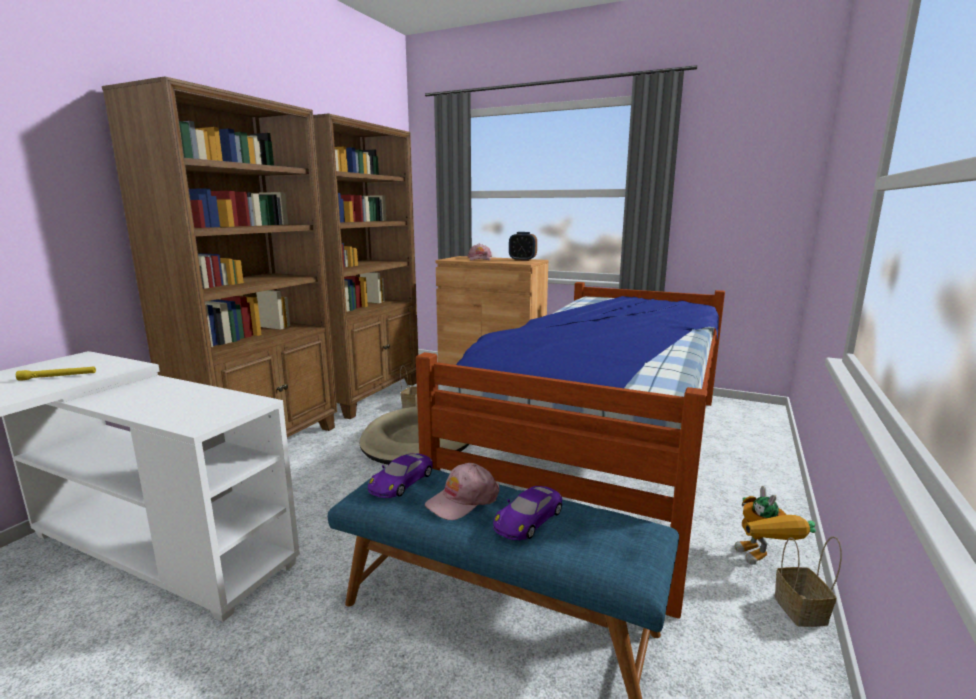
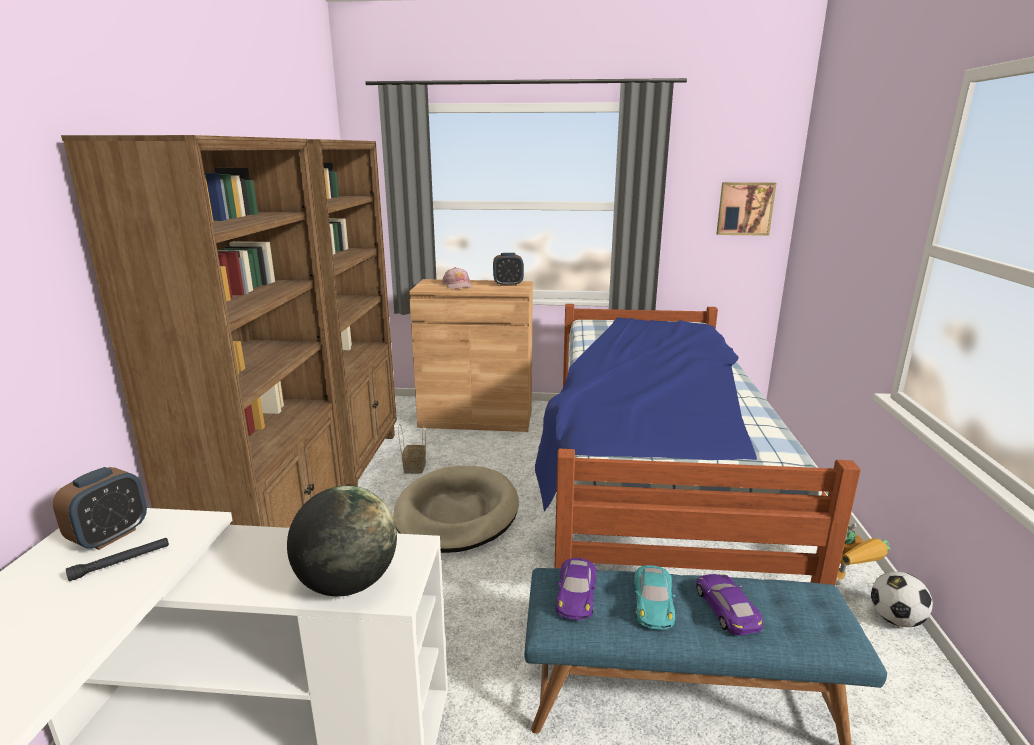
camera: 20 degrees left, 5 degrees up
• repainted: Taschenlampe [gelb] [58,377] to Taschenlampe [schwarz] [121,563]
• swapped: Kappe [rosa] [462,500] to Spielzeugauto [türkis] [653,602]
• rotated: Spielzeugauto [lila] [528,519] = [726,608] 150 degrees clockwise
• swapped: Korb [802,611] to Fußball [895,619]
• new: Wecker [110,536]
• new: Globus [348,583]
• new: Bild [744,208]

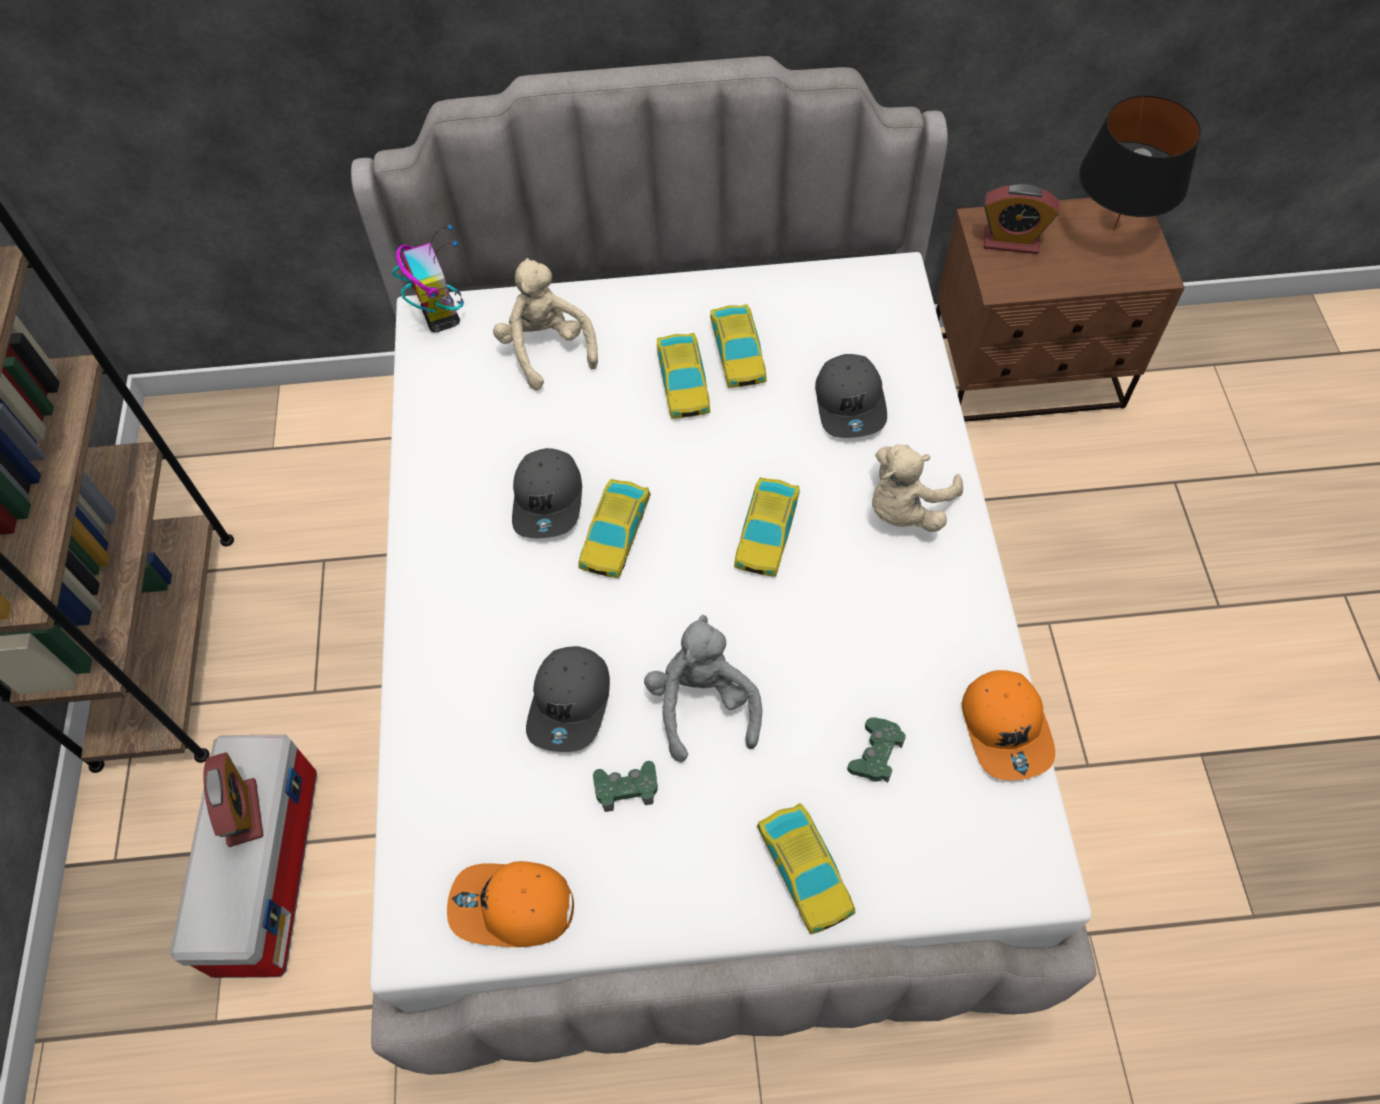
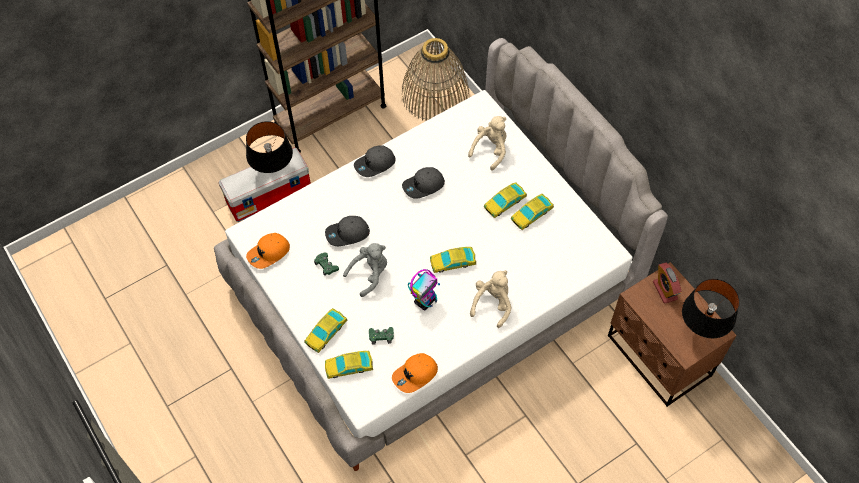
camera: 60 degrees right, 0 degrees up
• swapped: Wecker [242,813] to Tischlampe [schwarz] [273,171]
• shifted: Spielzeugroboter [441,317] to [425,301]
• rotated: Kappe [orange] [511,907] = [269,253] 105 degrees counterclockwise
• shifted: Spielzeugauto [615,533] to [349,366]
• shifted: Kappe [grau] [851,404] to [375,164]
• rotated: Plüschtier [beige] [905,507] = [492,304] 105 degrees clockwise
• new: Korb [435,95]

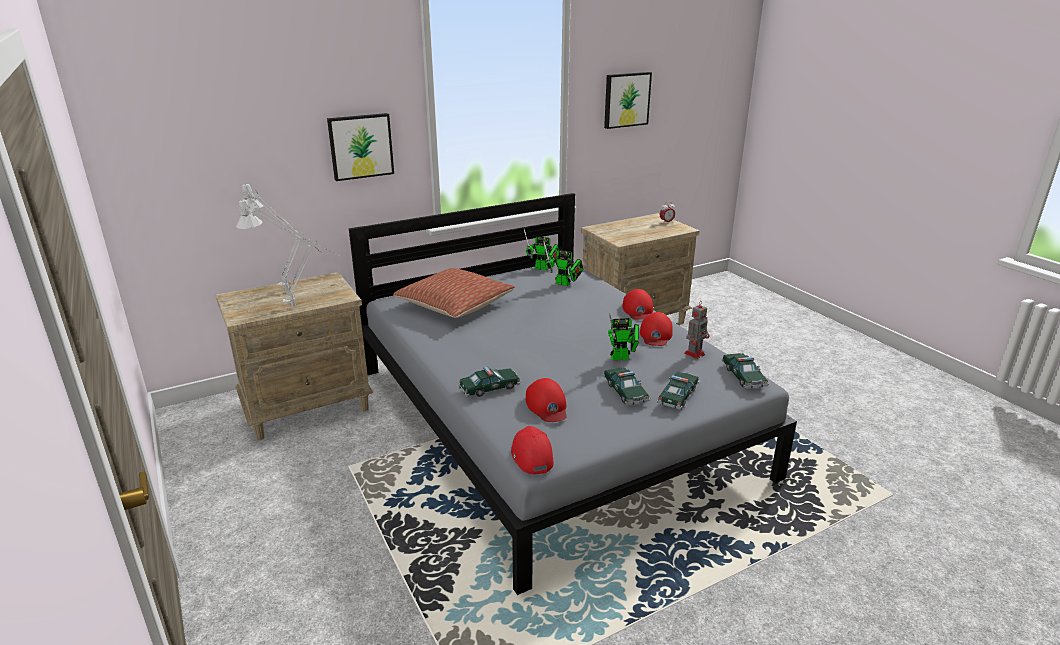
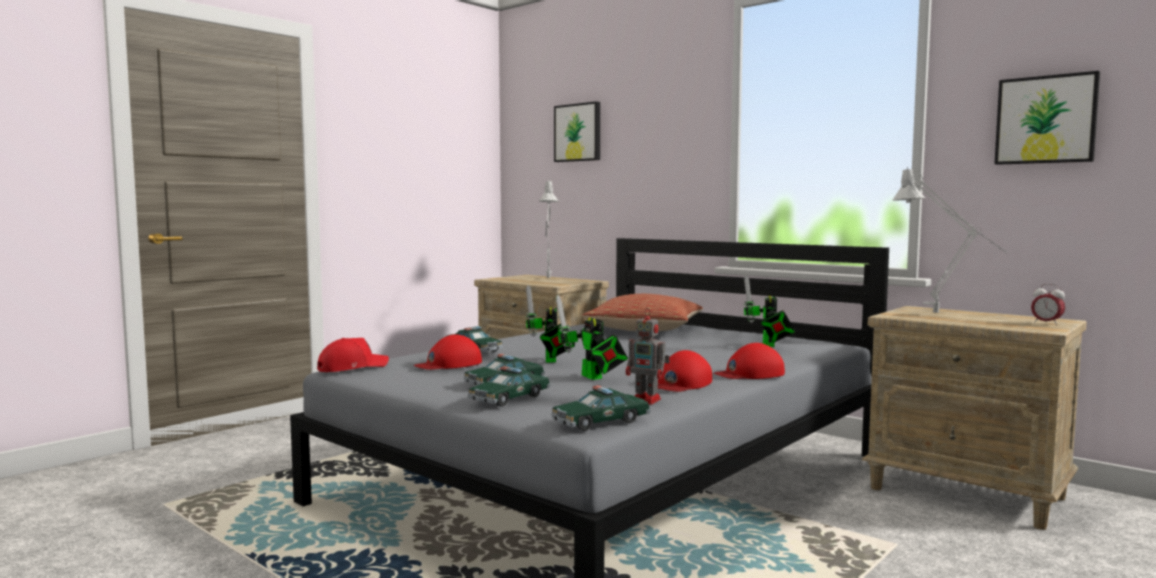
camera: 70 degrees right, 20 degrees down
• shifted: Tischlampe [grau] [300,306] to [943,316]
• shifted: Bild [360,146] to [578,132]
• shifted: Spielzeugroboter [543,268] to [550,361]
• rotated: Kappe [rot] [656,335] = [681,384] 45 degrees counterclockwise
• rotated: Spielzeugauto [678,396] = [510,398] 120 degrees clockwise

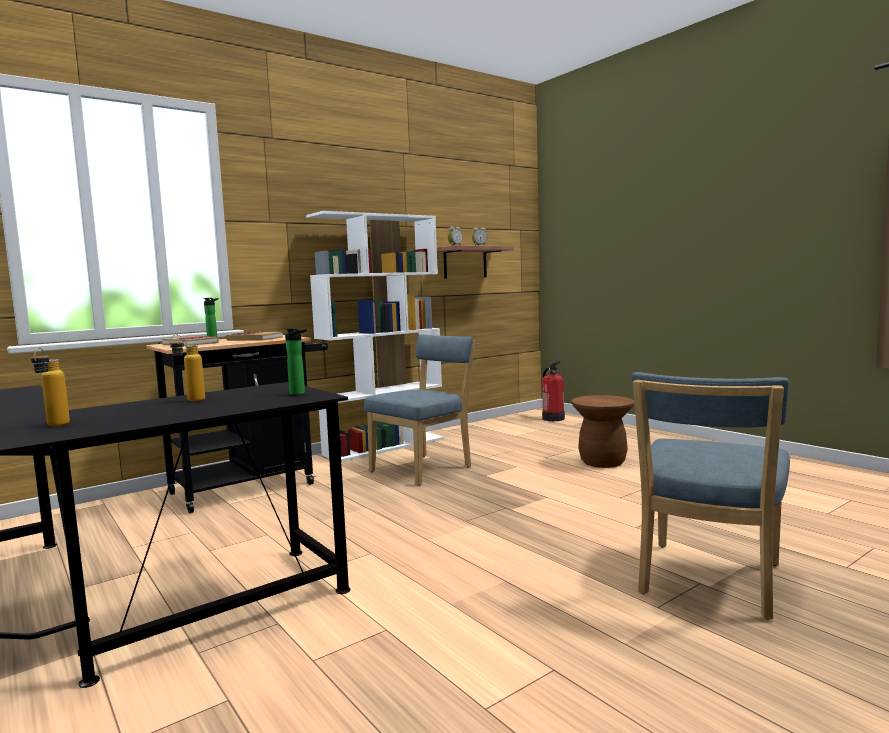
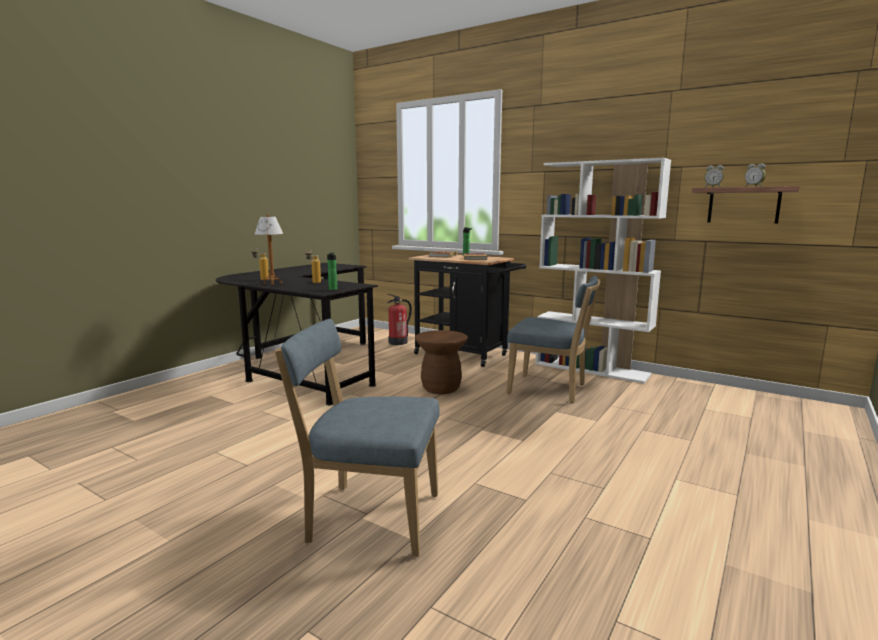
camera: 70 degrees right, 5 degrees up
• shifted: Feuerlöscher [553,418] to [398,342]
• shifted: Hocker [braun] [602,462] to [441,388]
• new: Tischlampe [272,283]

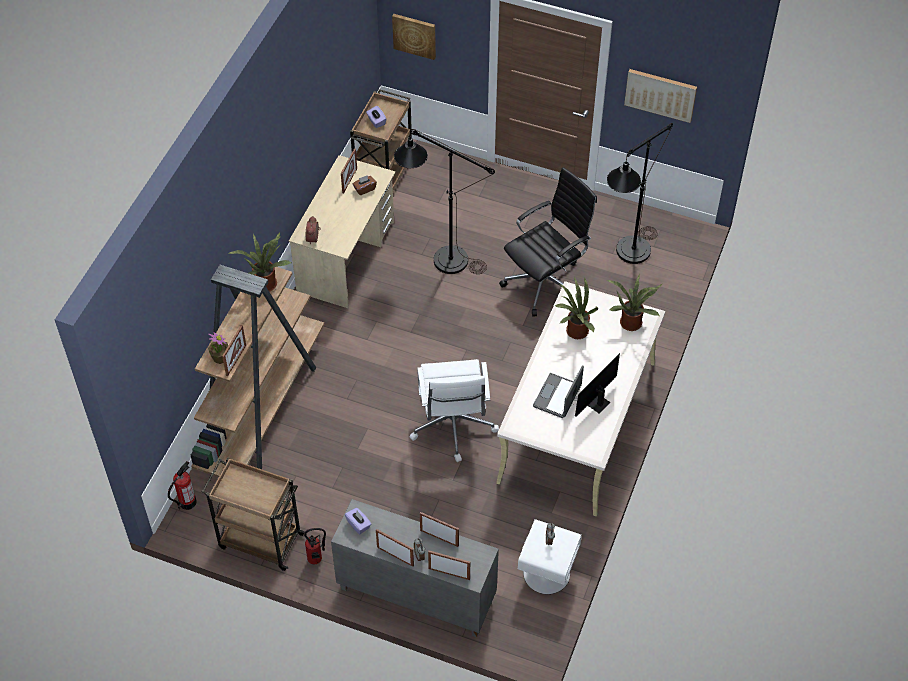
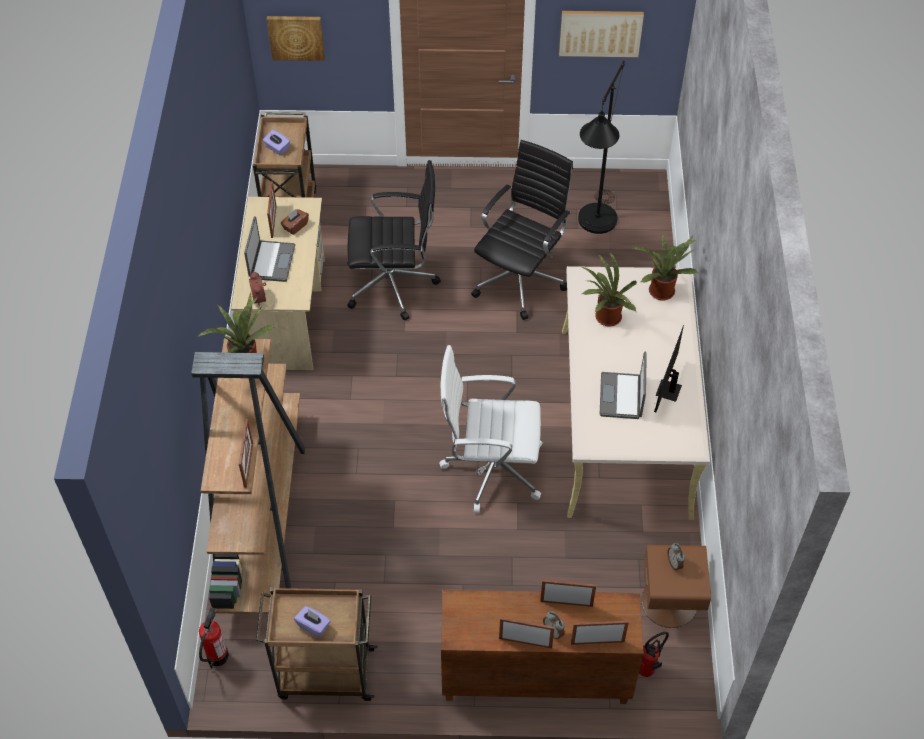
camera: 20 degrees left, 0 degrees up
• gone: Topfpflanze [220,357]
• shifted: Feuerlöscher [317,560] to [648,670]
• repainted: Schrank [grau] [415,595] to Schrank [braun] [534,677]
• shifted: Taschentuchbox [lila] [358,524] to [313,626]
• swapped: Stehlampe [schwarz] [441,258] to Bürostuhl [schwarz] [394,284]
• rotated: Bürostuhl [weiß] [453,426] = [490,468] 120 degrees clockwise
• repainted: Nachttisch [weiß] [547,573] to Nachttisch [braun] [670,602]
• new: Laptop [271,261]

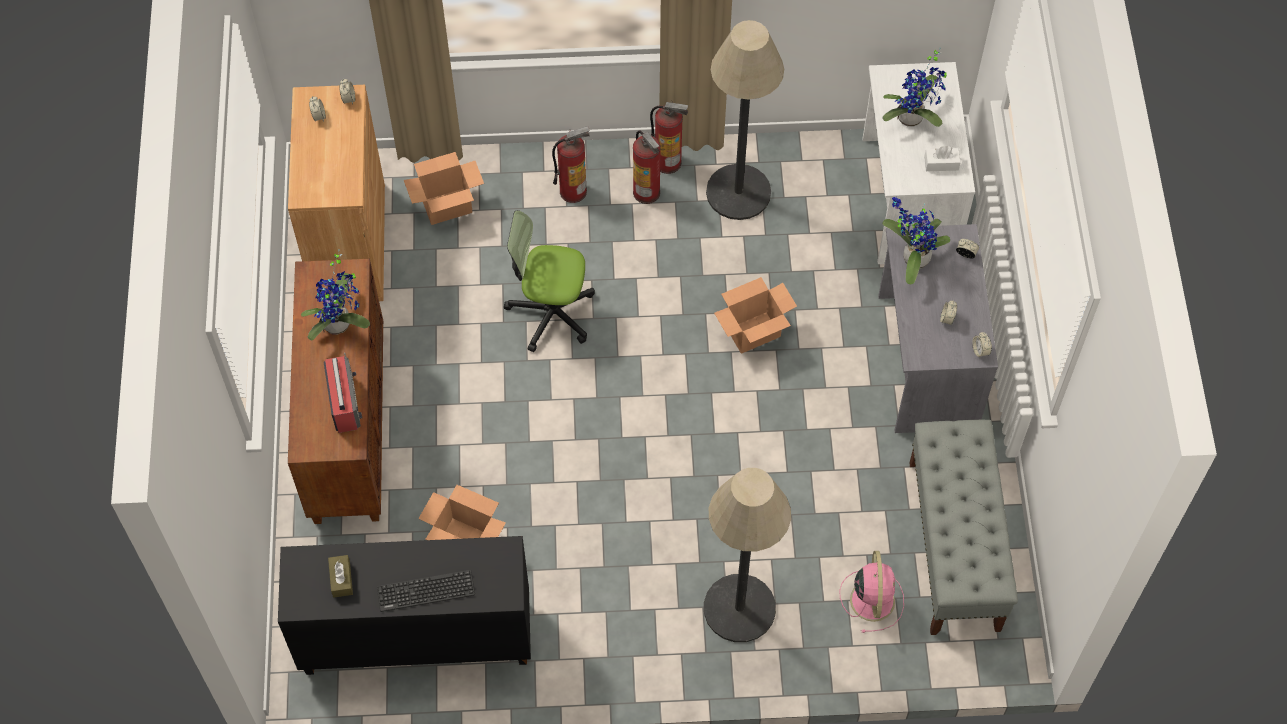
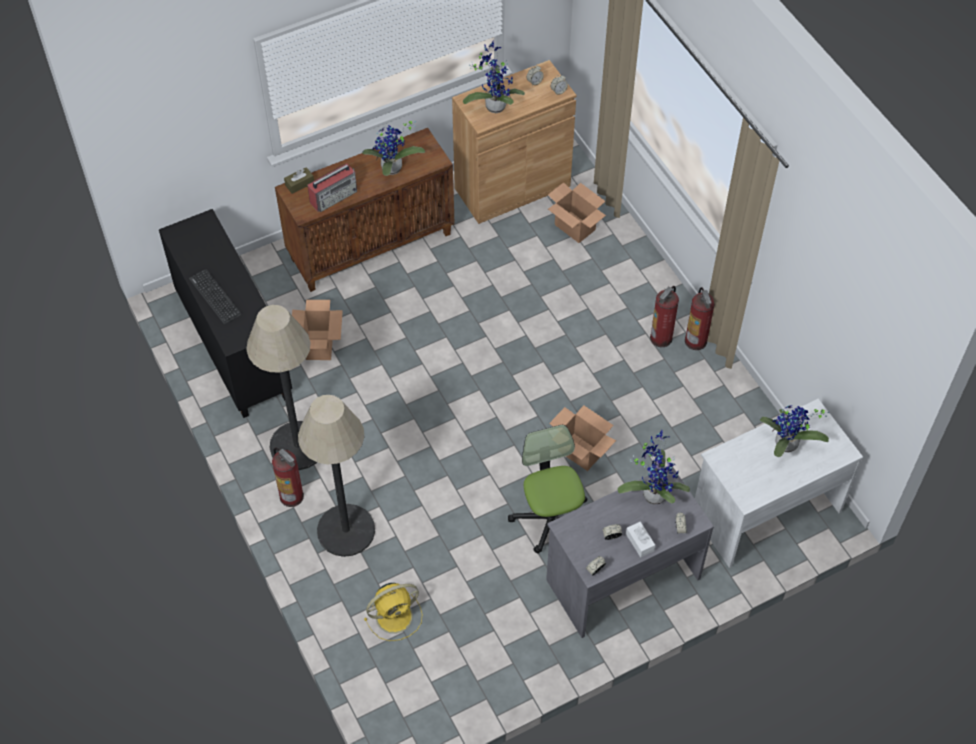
camera: 65 degrees right, 5 degrees down
• shifted: Taschentuchbox [braun] [341,579] to [299,184]
• shifted: Bürostuhl [551,313] to [550,518]
• shifted: Feuerlöscher [573,191] to [292,496]
• shifted: Stehlampe [738,192] to [297,446]
• repainted: Ventilator [rosa] [872,598] to Ventilator [gelb] [396,615]
• gone: Bank [grau] [954,546]
• shifted: Taschentuchbox [weiß] [941,163] to [639,542]
• new: Topfpflanze [494,105]

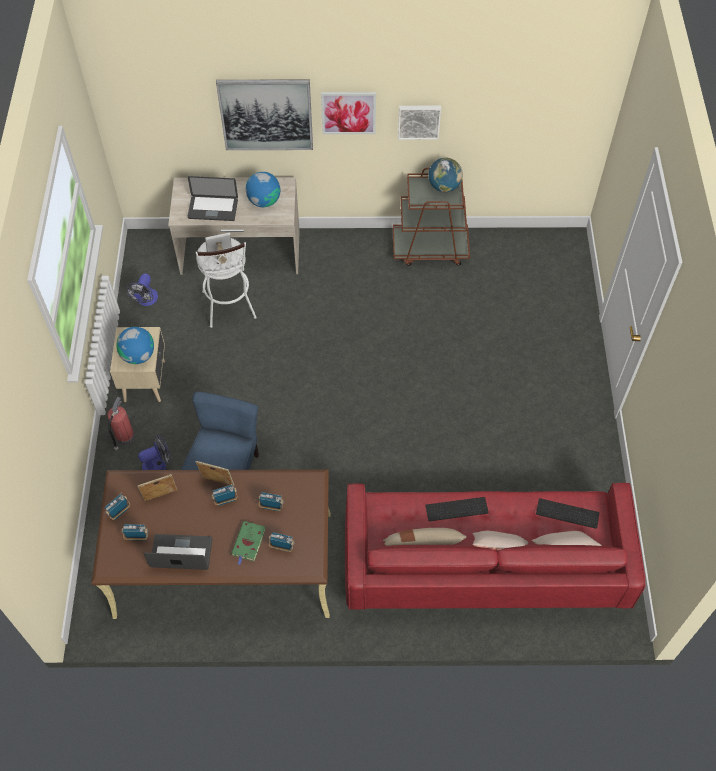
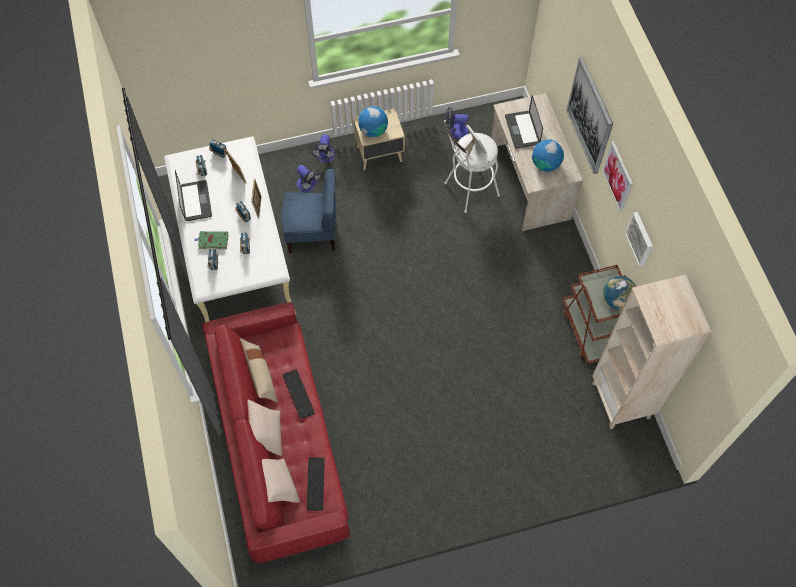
camera: 75 degrees right, 5 degrees up
• repainted: Schreibtisch [braun] [223,564] to Schreibtisch [weiß] [236,253]
• swapped: Feuerlöscher [124,437] to Ventilator [325,157]
• new: Bücherregal [beige] [621,400]

